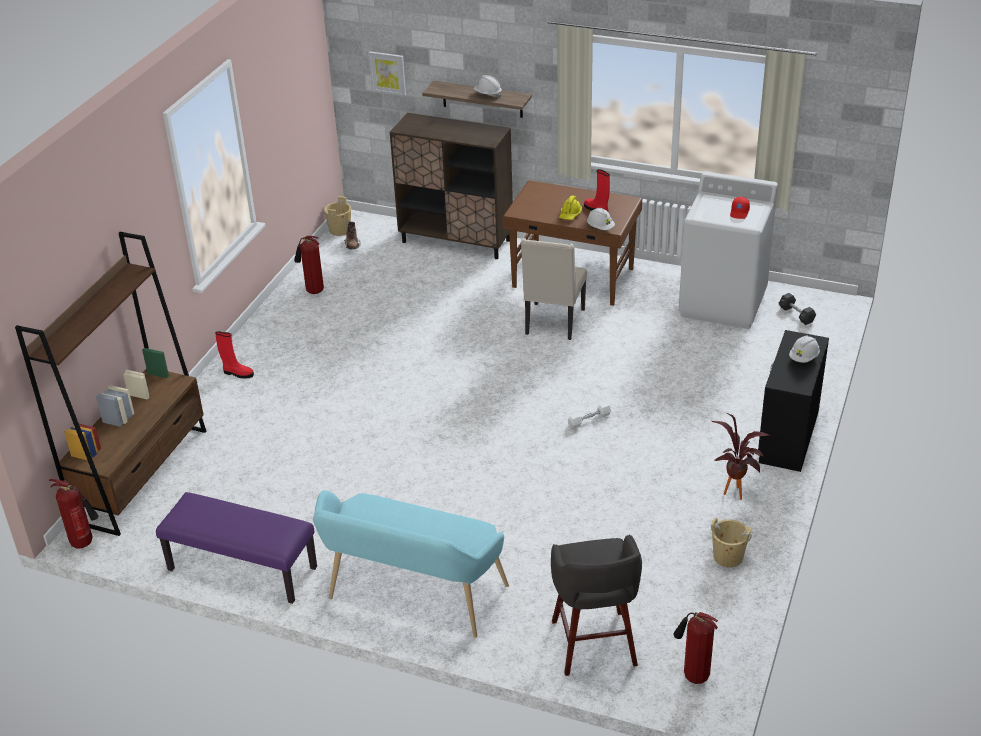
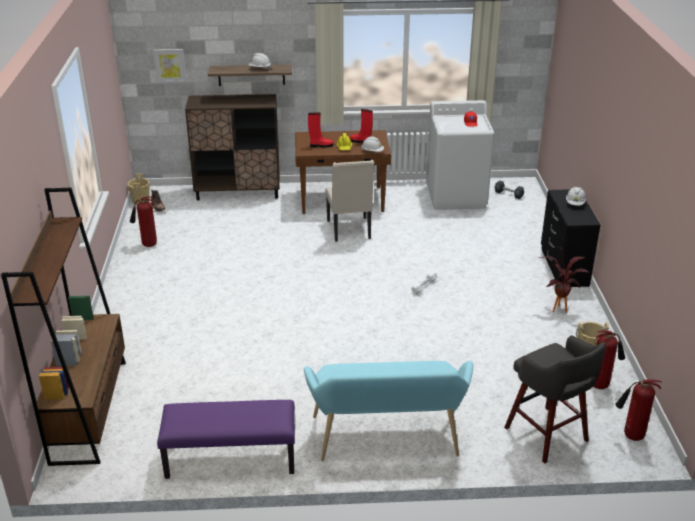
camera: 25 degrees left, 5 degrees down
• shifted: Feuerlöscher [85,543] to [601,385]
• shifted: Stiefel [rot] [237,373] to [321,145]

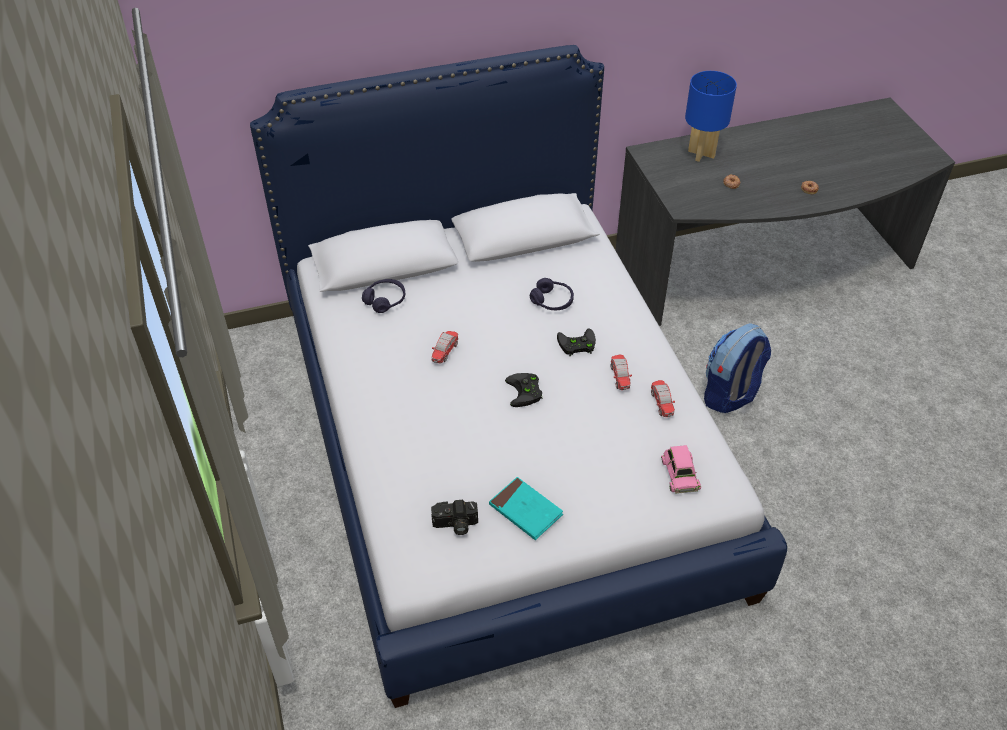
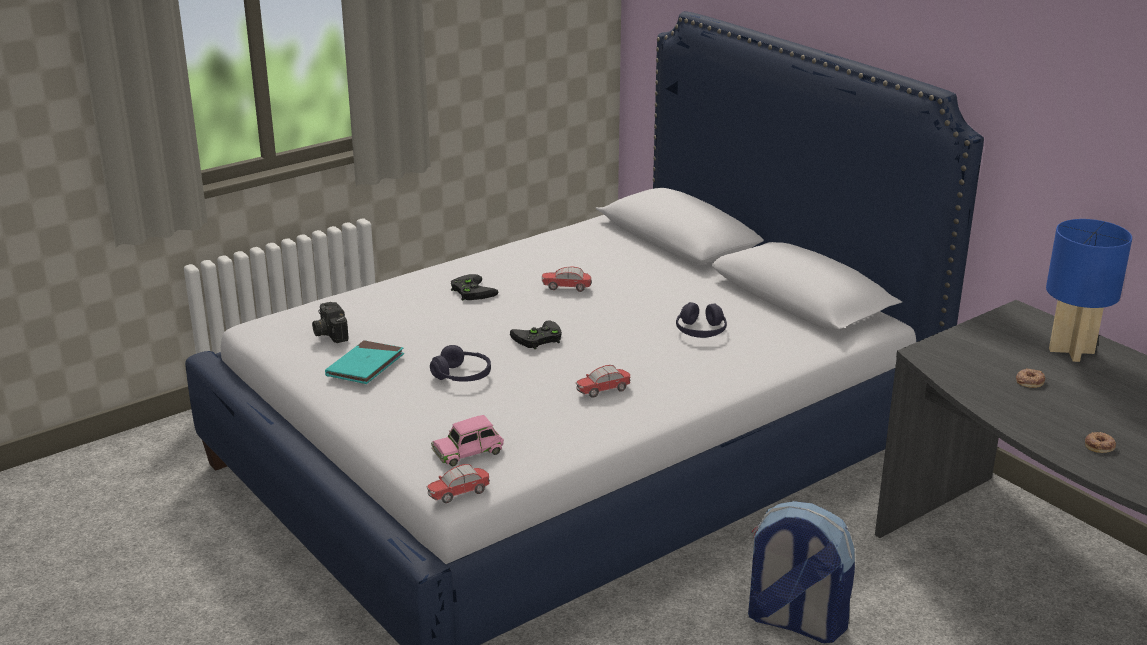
camera: 70 degrees right, 20 degrees down
• shifted: Kopfhörer [lila] [385,300] to [462,375]
• shifted: Gamepad [schwarz] [576,345] to [470,291]
• shifted: Spielzeugauto [662,403] to [459,494]

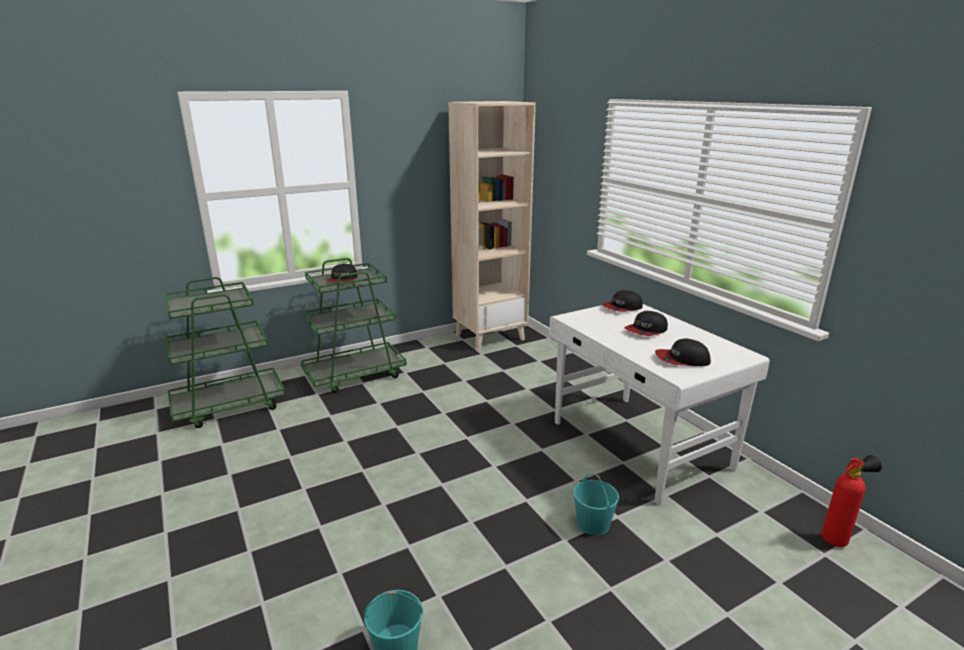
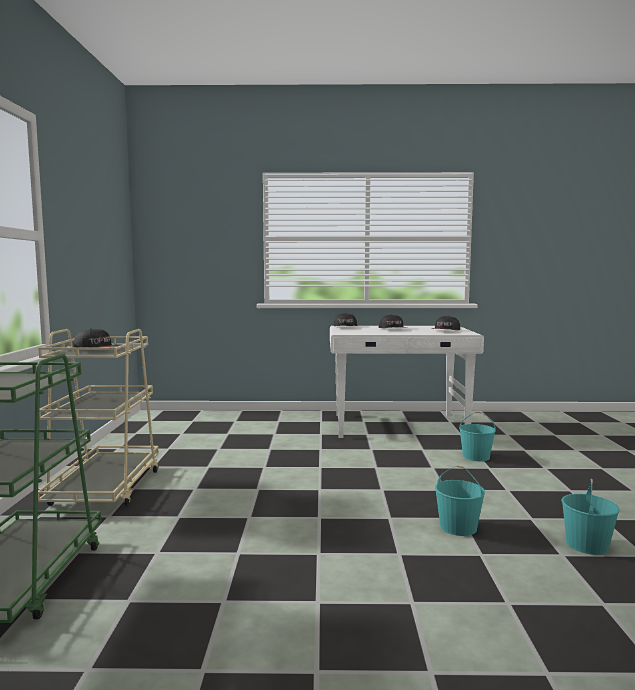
camera: 60 degrees left, 15 degrees down
• repainted: Rollwagen [grün] [355,375] to Rollwagen [beige] [105,488]
• gone: Bücherregal [beige] [490,337]
• gone: Feuerlöscher [838,539]
• new: Eimer [türkis] [459,527]

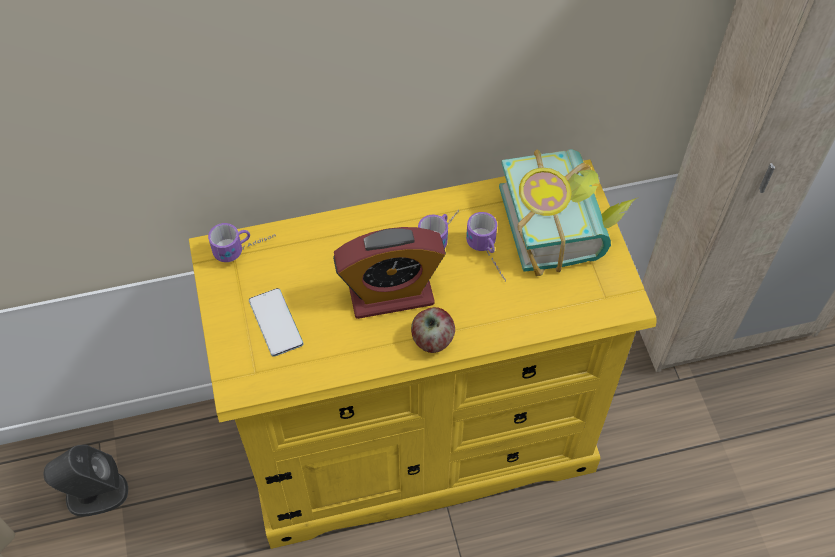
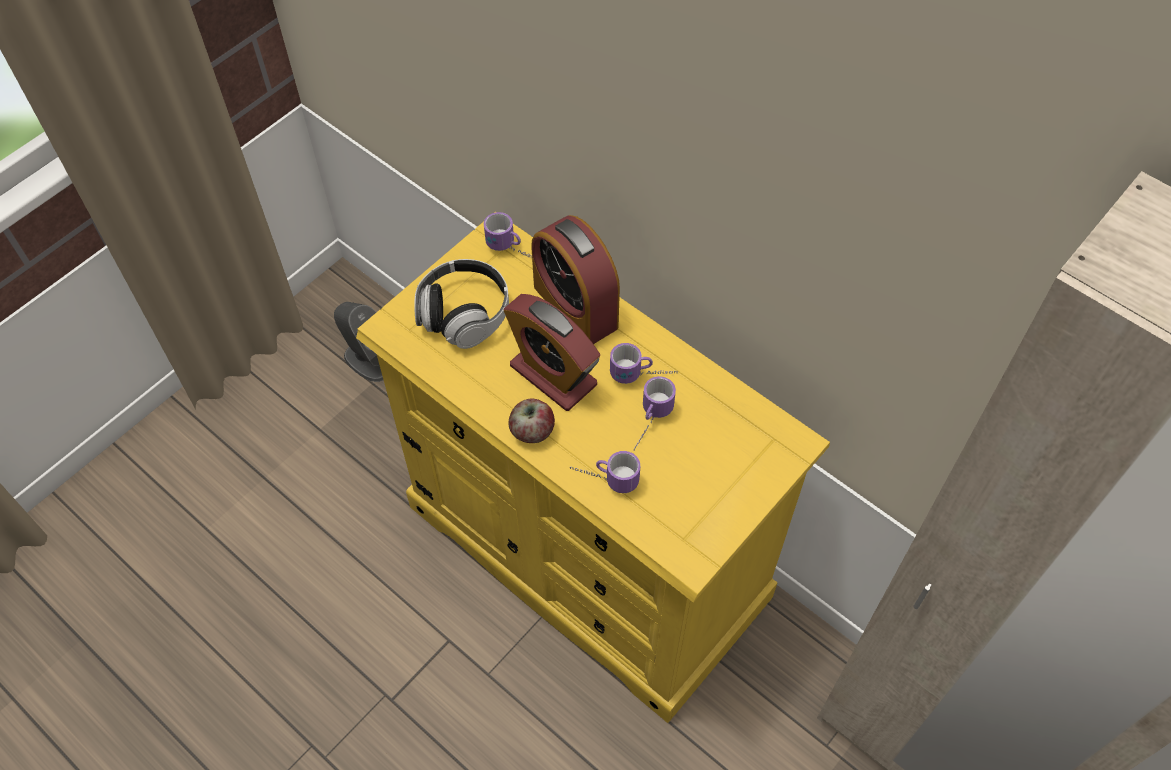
camera: 55 degrees right, 0 degrees up
• swapped: Handy [276,322] to Kopfhörer [464,314]
• gone: Buch [563,225]
• new: Wecker [575,307]
• new: Henkelbecher [604,478]

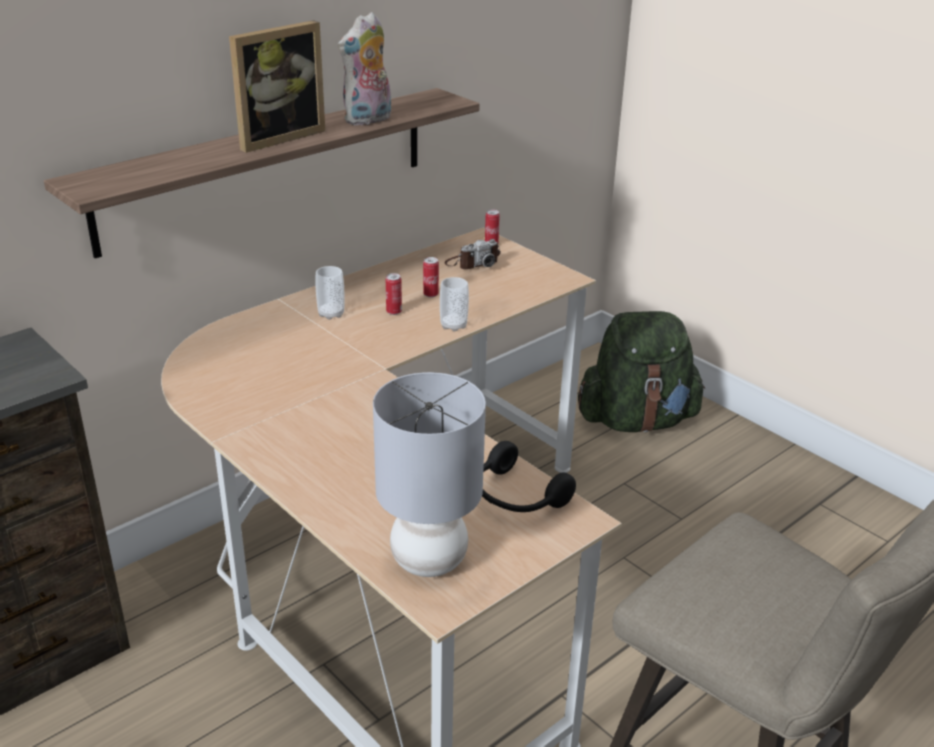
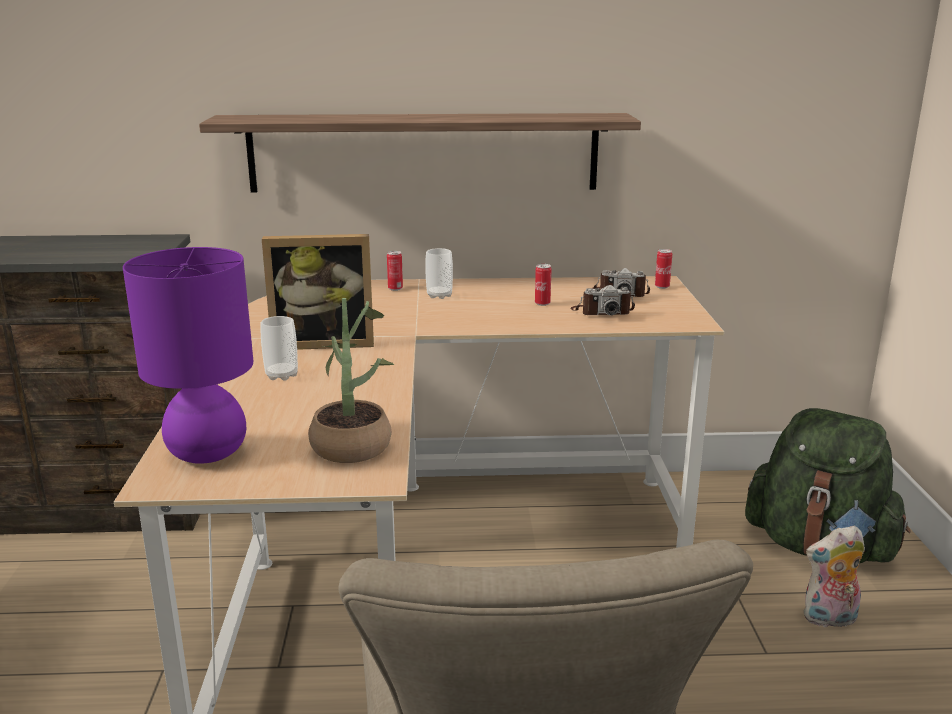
camera: 40 degrees right, 10 degrees down
• shifted: Bilderrahmen [276,137] to [323,342]
• shifted: Plüschtier [368,120] to [829,619]
• repainted: Tischlampe [grau] [429,561] to Tischlampe [lila] [206,453]
• shifted: Dose [394,312] to [395,289]
• shifted: Tasse [453,325] to [281,375]
• swapped: Kopfhörer [schwarz] [515,496] to Topfpflanze [352,442]
• new: Kamera [602,312]

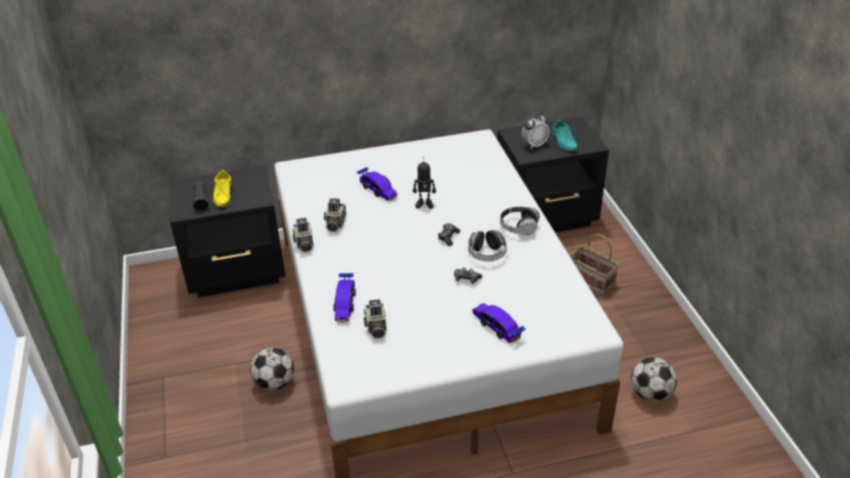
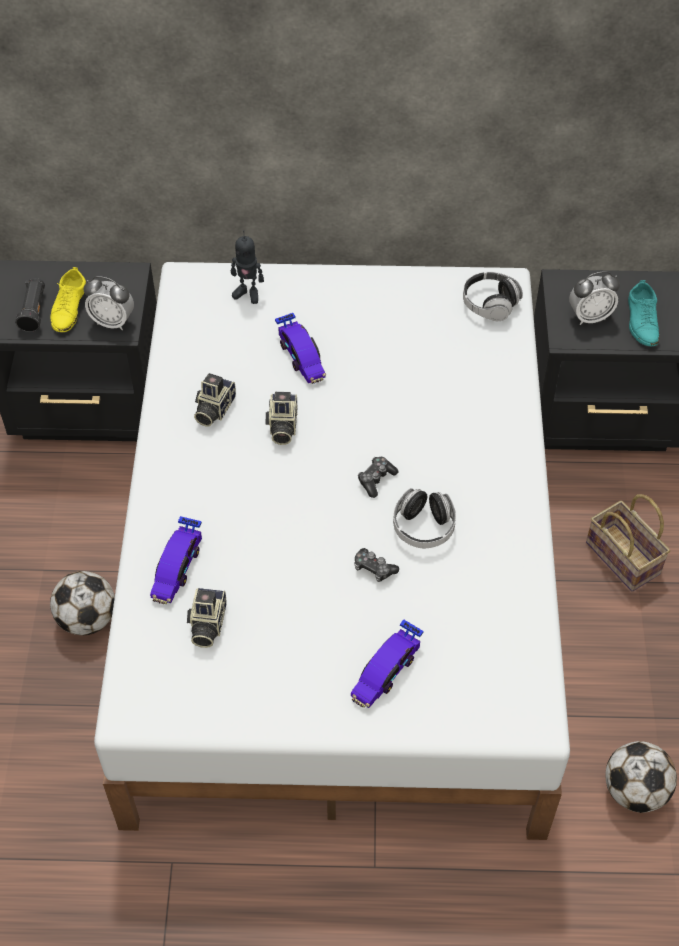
camera: 15 degrees right, 15 degrees up
• shifted: Kamera [303,244] to [282,426]
• shifted: Spielzeugroboter [424,204] to [248,293]
• rotated: Spielzeugauto [497,326] = [386,671] 120 degrees counterclockwise
• shifted: Kopfhörer [518,227] to [490,304]
• new: Wecker [112,322]

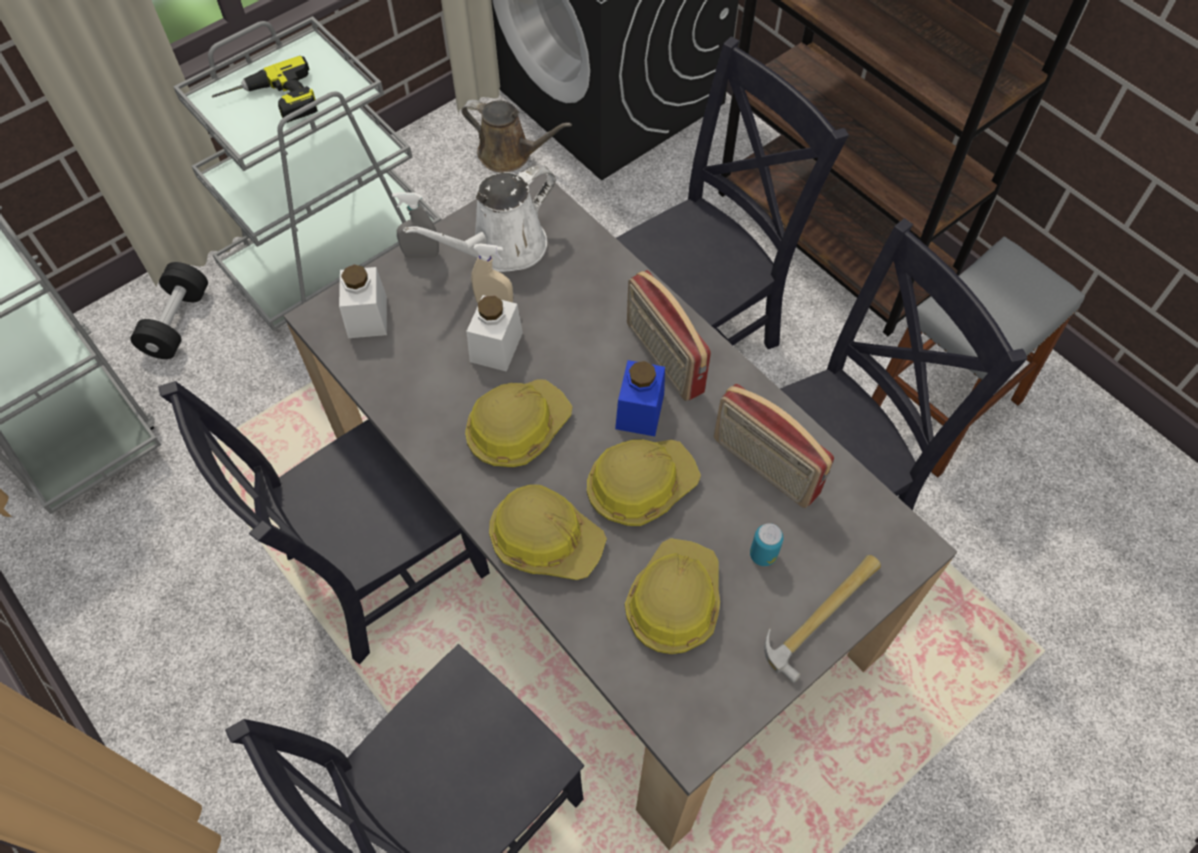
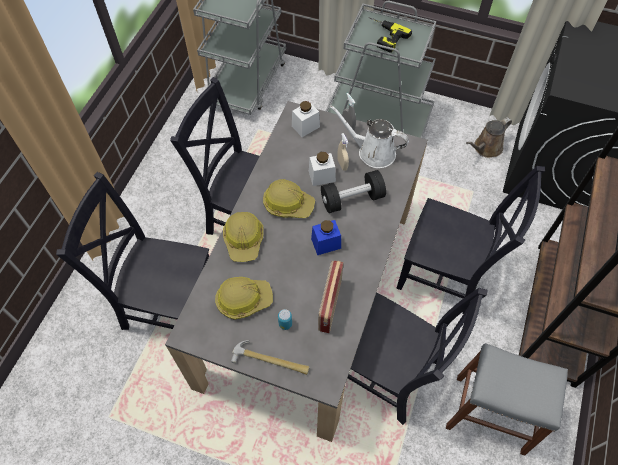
camera: 60 degrees right, 0 degrees up
• shifted: Hantel [schwarz] [177,323] to [352,199]
• rotated: Gießkanne [braun] [509,154] = [485,148] 60 degrees clockwise
• gone: Schutzhelm [640,486]
• gone: Radio [663,359]

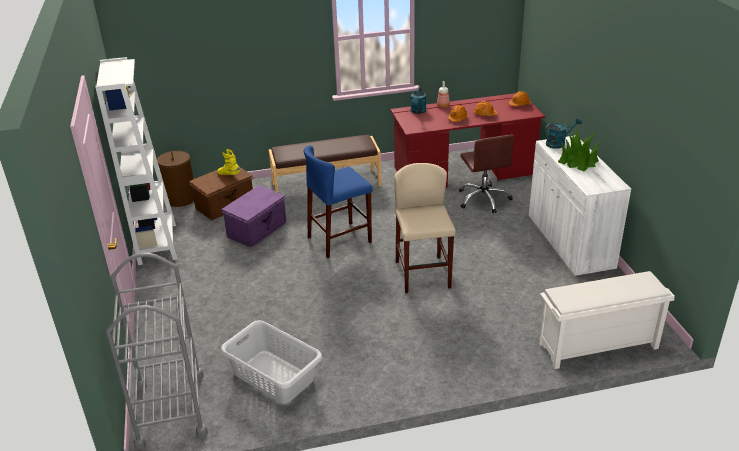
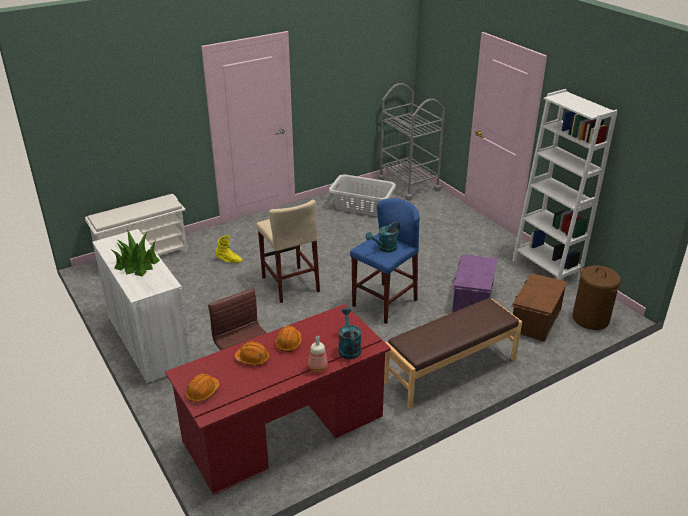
camera: 160 degrees right, 0 degrees up
• shifted: Stiefel [gelb] [229,175] to [229,260]
• shifted: Gießkanne [türkis] [558,143] to [384,248]

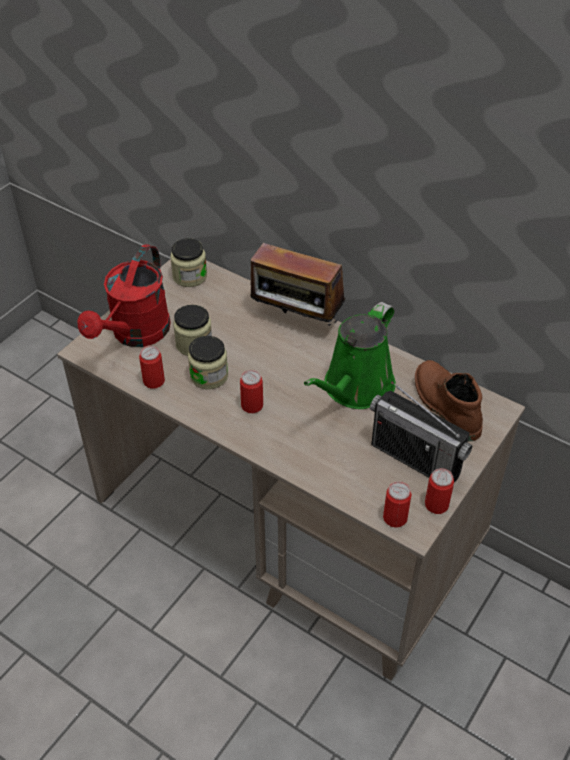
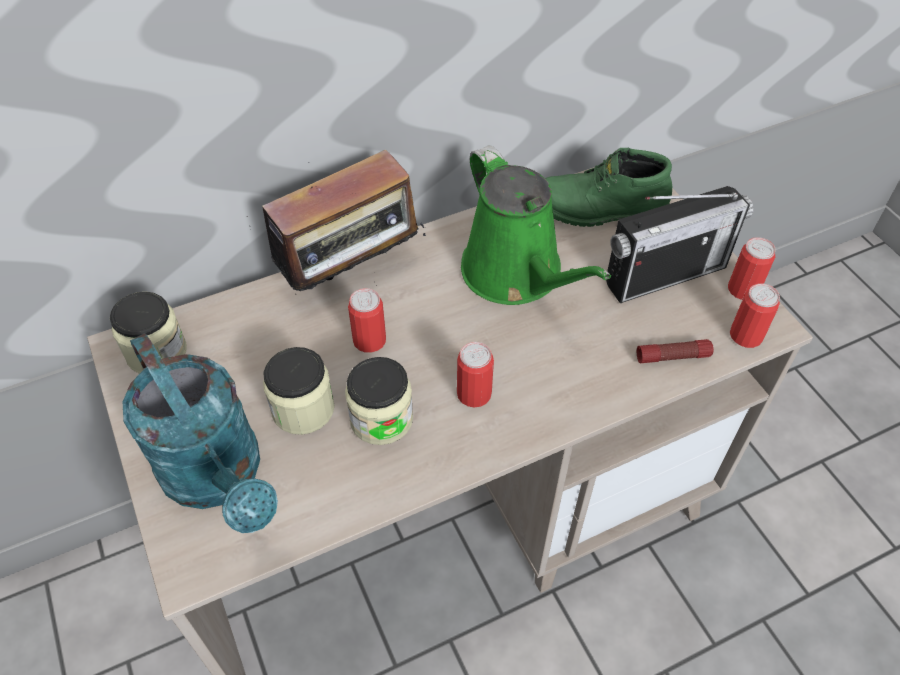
camera: 60 degrees left, 5 degrees up
• repainted: Gießkanne [rot] [135,334] to Gießkanne [türkis] [219,477]
• shifted: Dose [154,381] to [369,340]
• repainted: Stiefel [braun] [444,406] to Stiefel [grün] [598,211]
• new: Taschenlampe [673,356]

